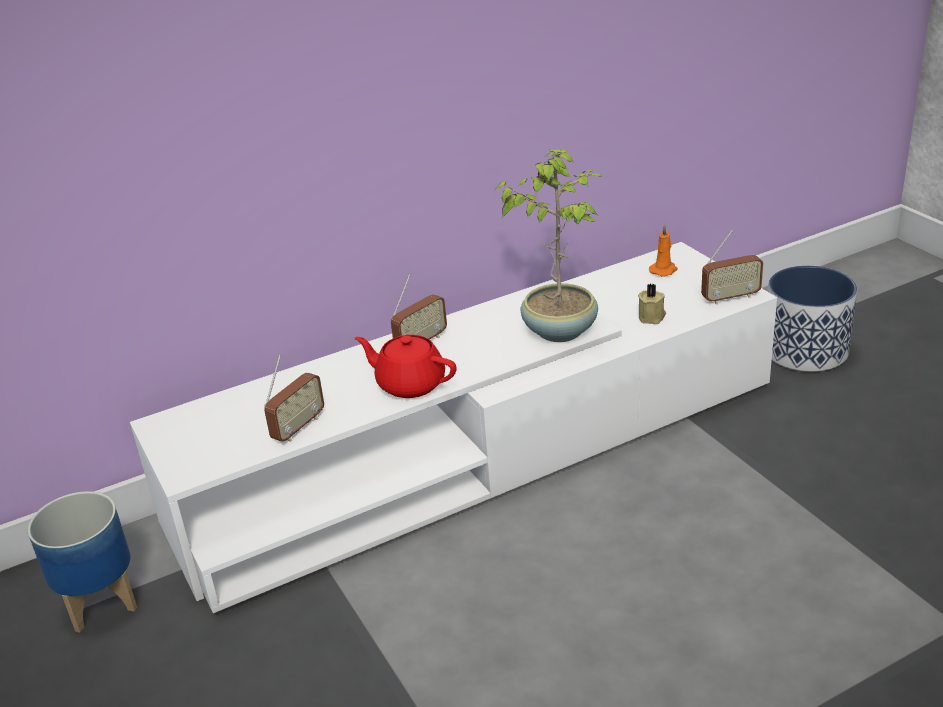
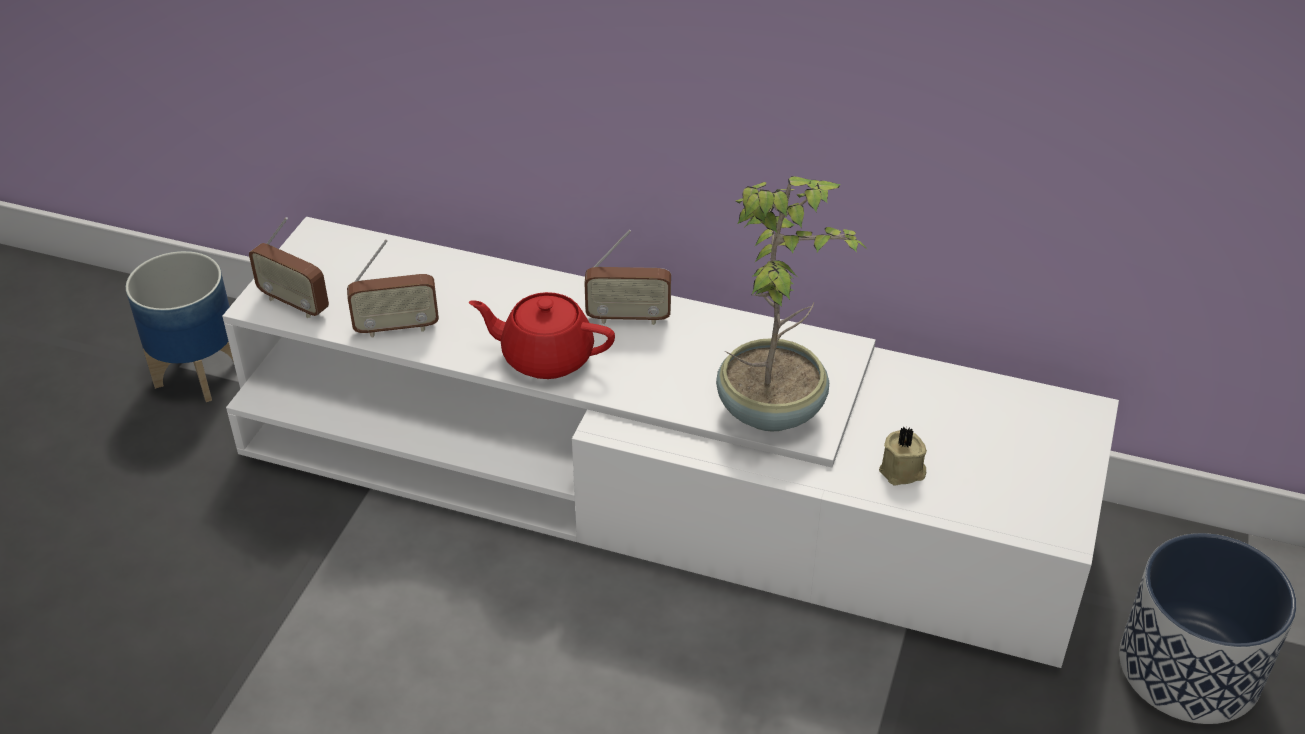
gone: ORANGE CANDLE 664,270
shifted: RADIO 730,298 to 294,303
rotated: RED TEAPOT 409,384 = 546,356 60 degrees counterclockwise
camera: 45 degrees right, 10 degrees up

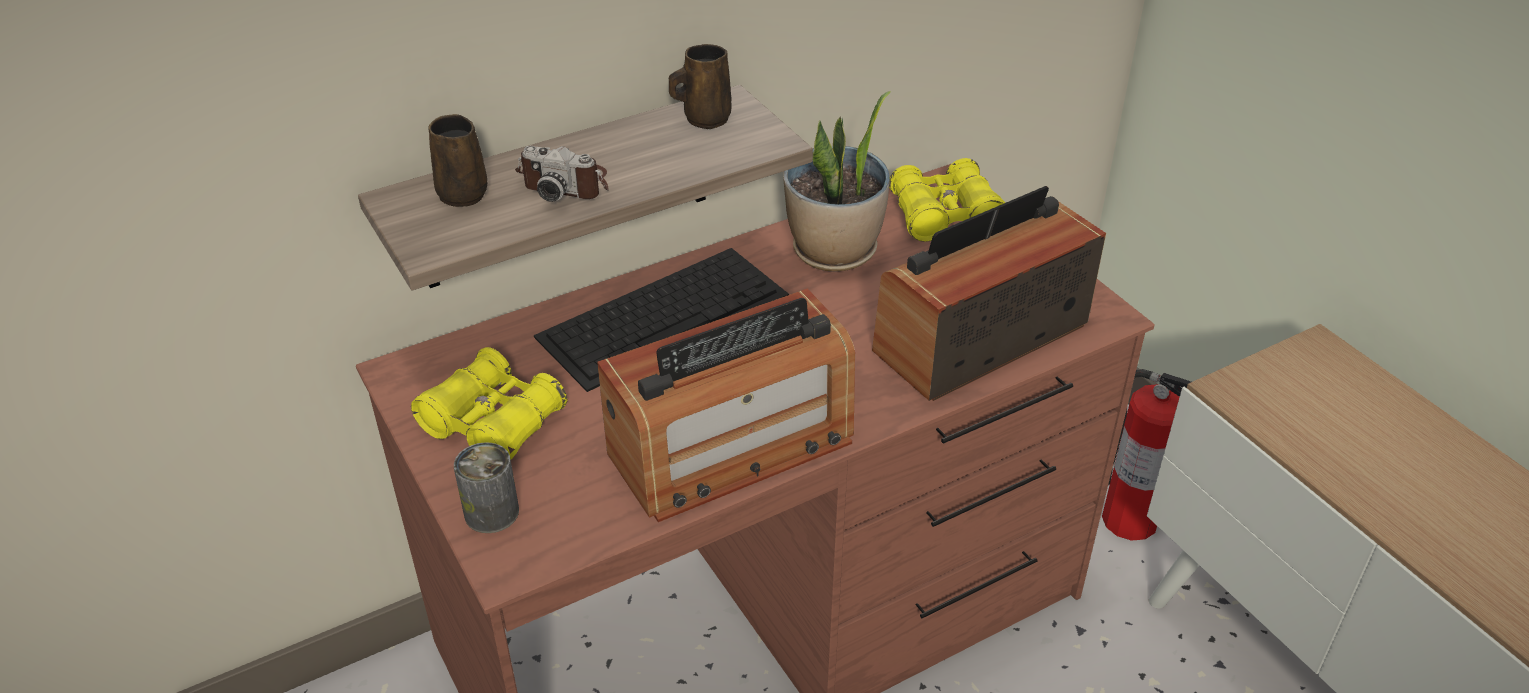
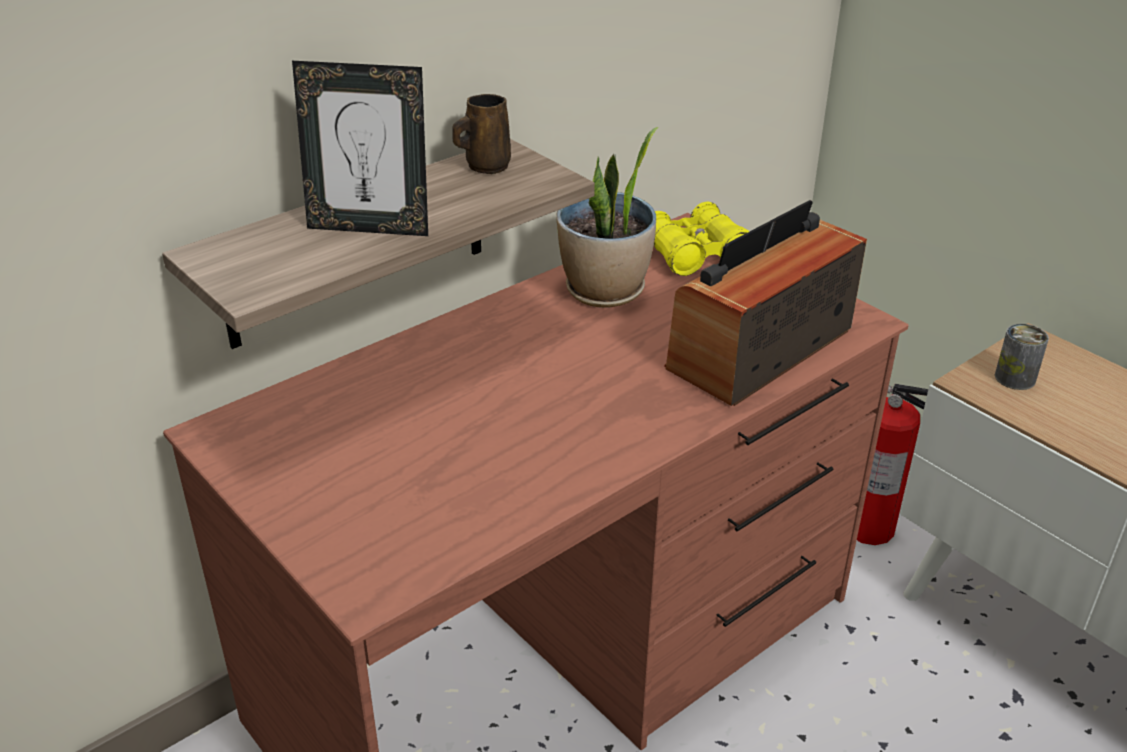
gone: YELLOW BINOCULARS 493,423; BROWN MUG 461,193; KEYBOARD 665,314; RADIO 731,447
shifted: CAN 491,512 to 1015,378
swapped: PHOTO CAMERA 566,183 to PICTURE FRAME 370,227
camera: 10 degrees left, 5 degrees down

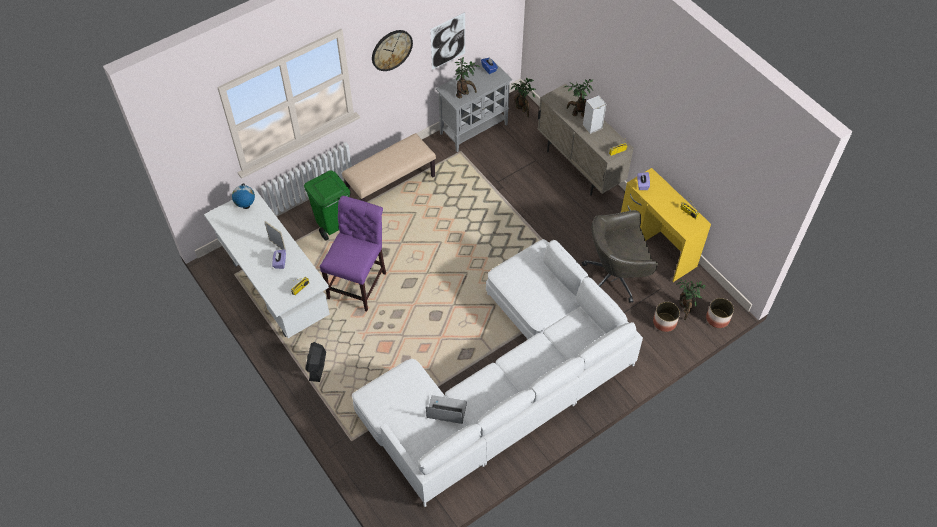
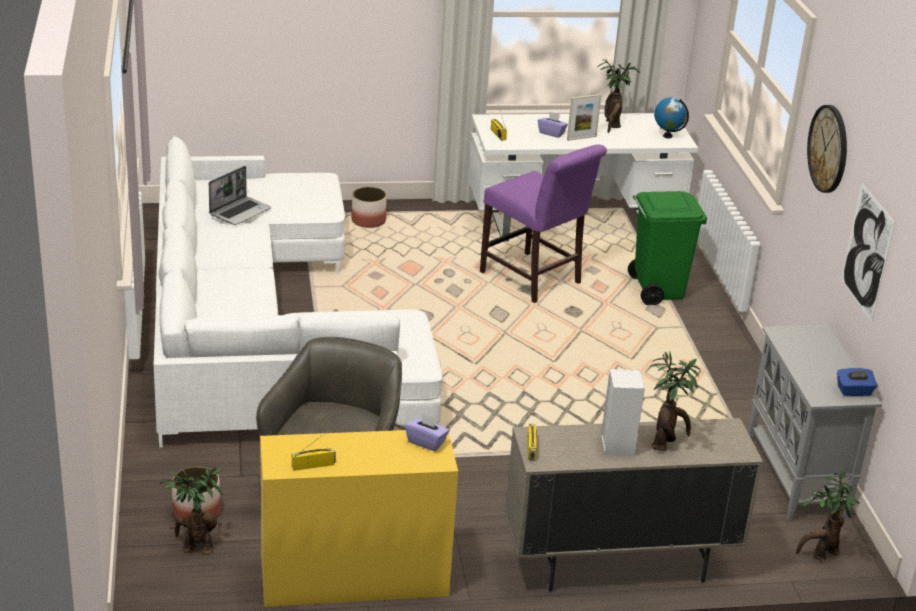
gone: BLACK FAN 317,367; BEIGE BENCH 391,185
shifted: POTTED PLANT 464,94 to 612,126; PLANTER 717,318 to 368,221
camera: 115 degrees right, 25 degrees down

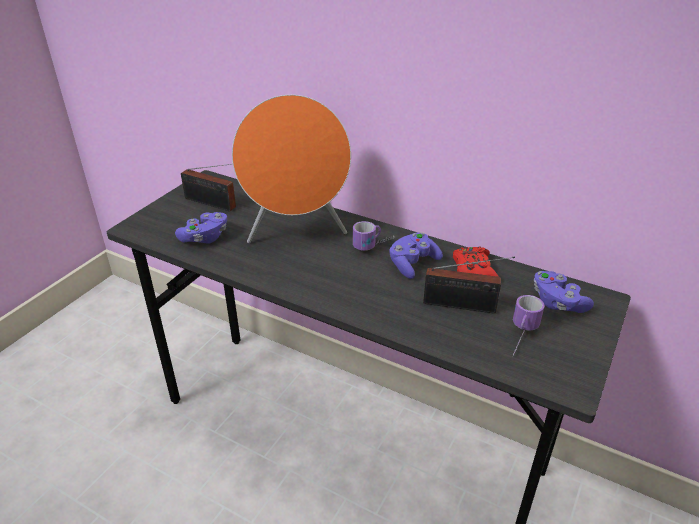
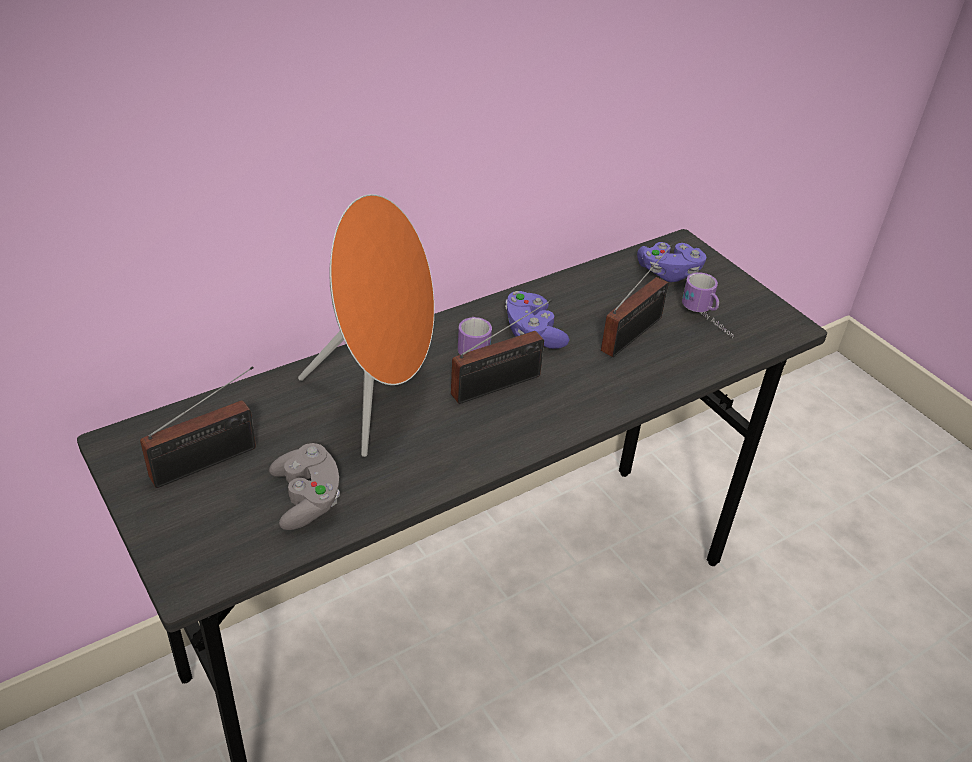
gone: RED GAME CONTROLLER 473,270
new: RADIO 501,384
repainted: PURPLE GAME CONTROLLER 205,237 to GREY GAME CONTROLLER 307,499
camera: 65 degrees left, 5 degrees up

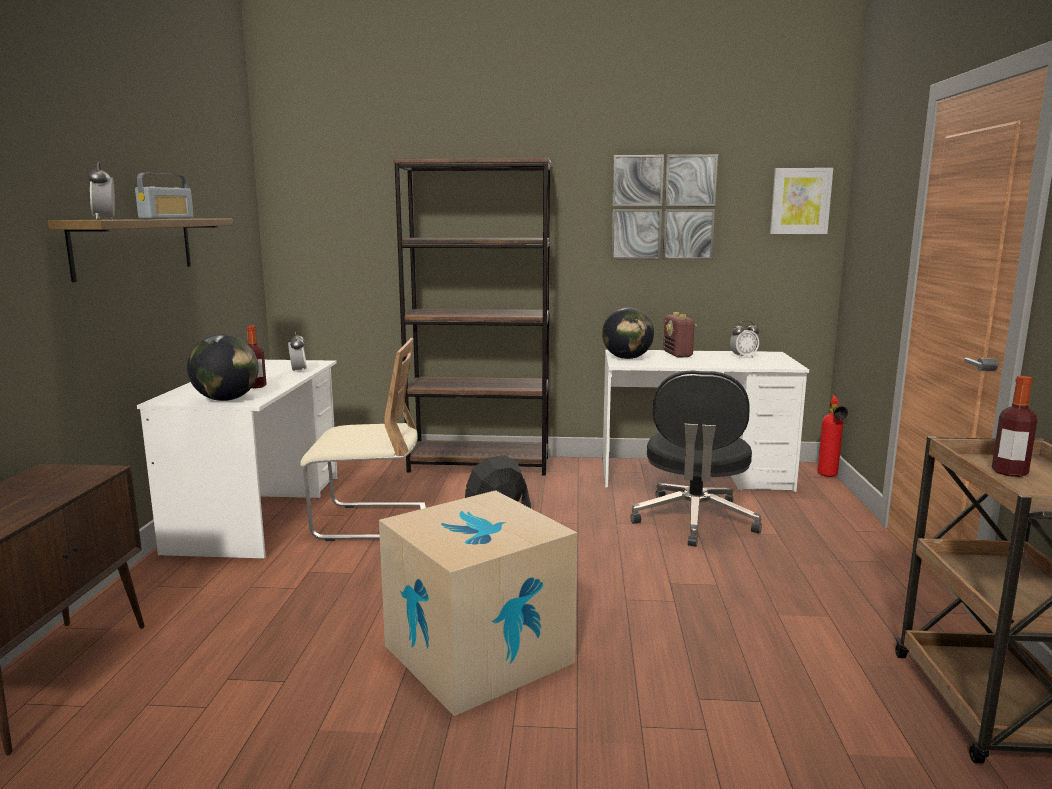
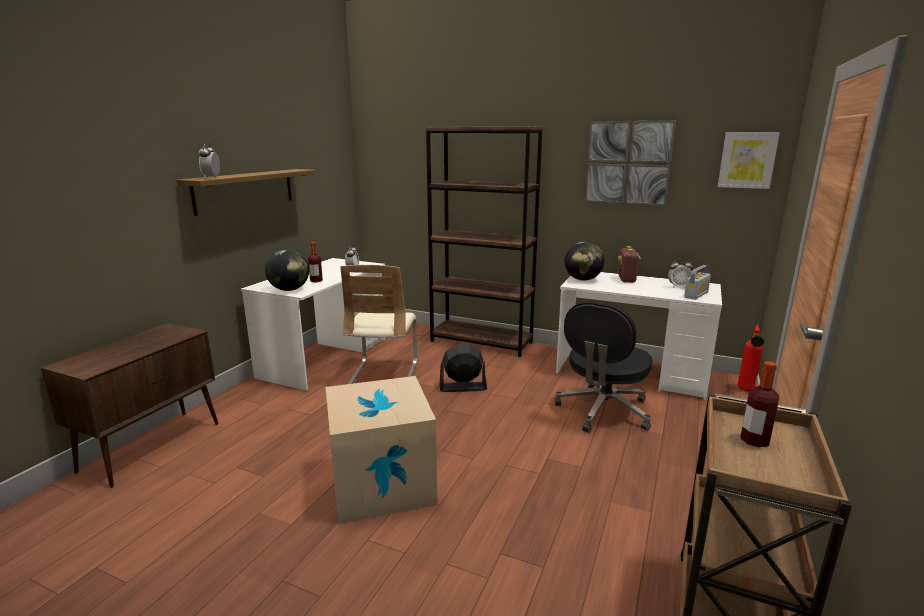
shifted: RADIO 166,218 to 696,295
rotated: BEIGE CHAIR 370,522 = 383,376 75 degrees clockwise
camera: 20 degrees right, 5 degrees up

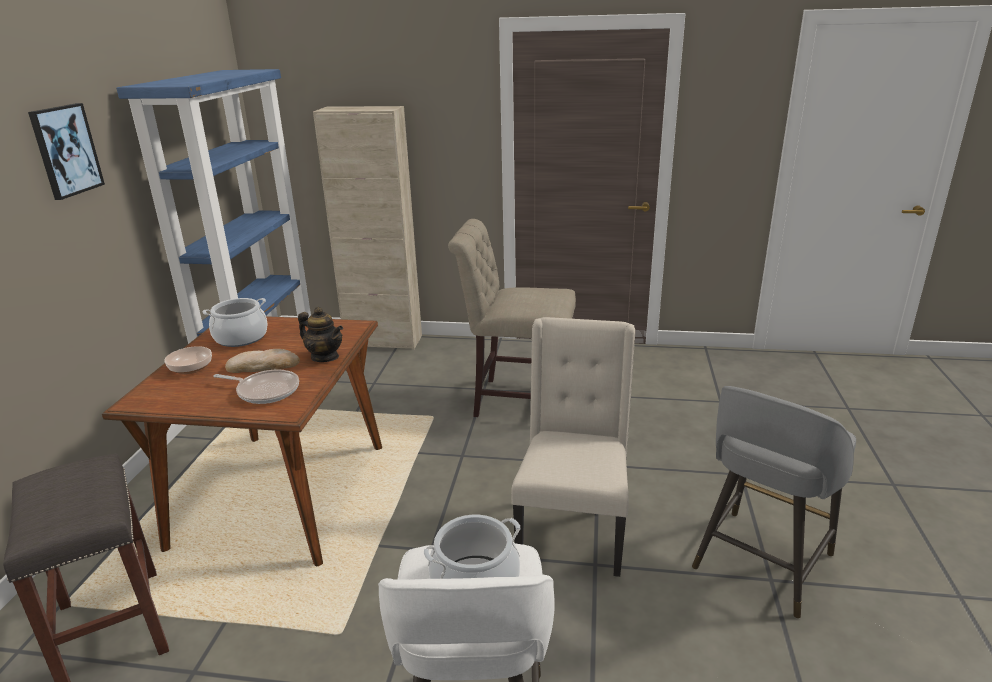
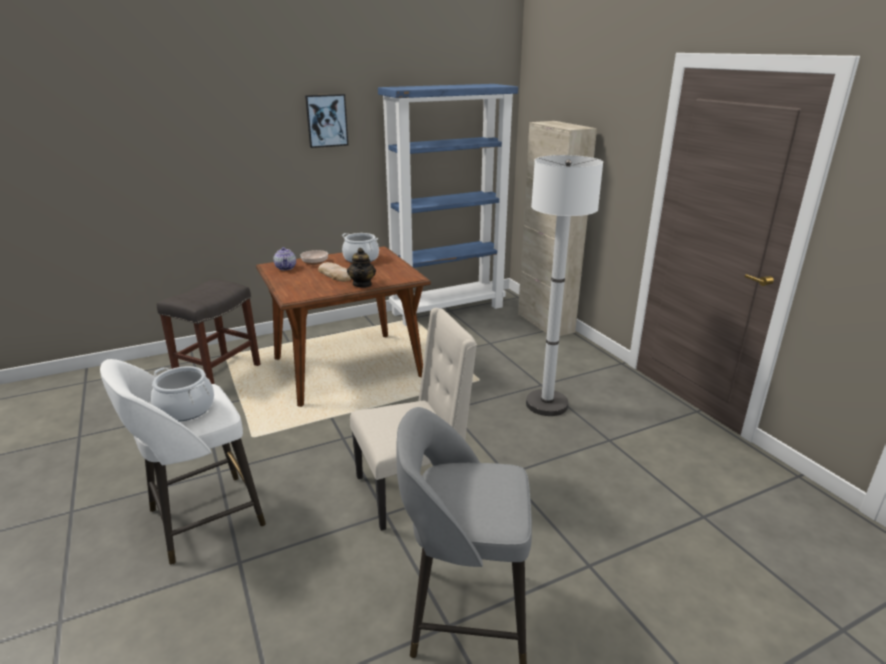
gone: FRYING PAN 265,391
new: TEAPOT 286,268
swapped: BEIGE CHAIR 517,400 to WHITE FLOOR LAMP 546,404
camera: 55 degrees right, 0 degrees up

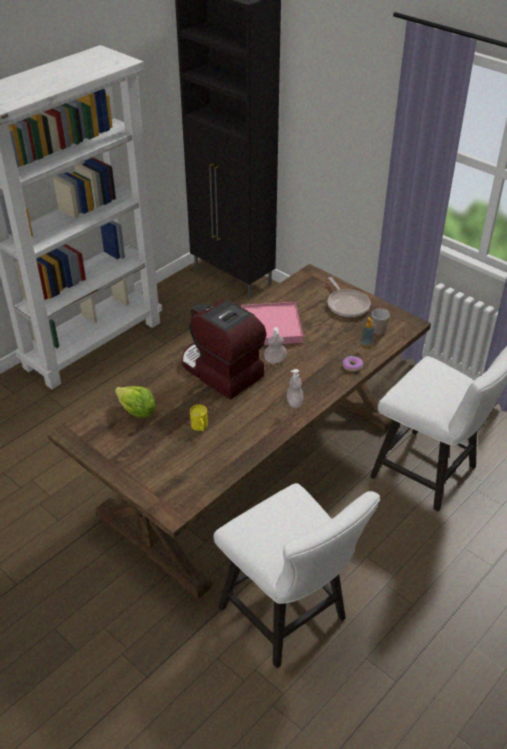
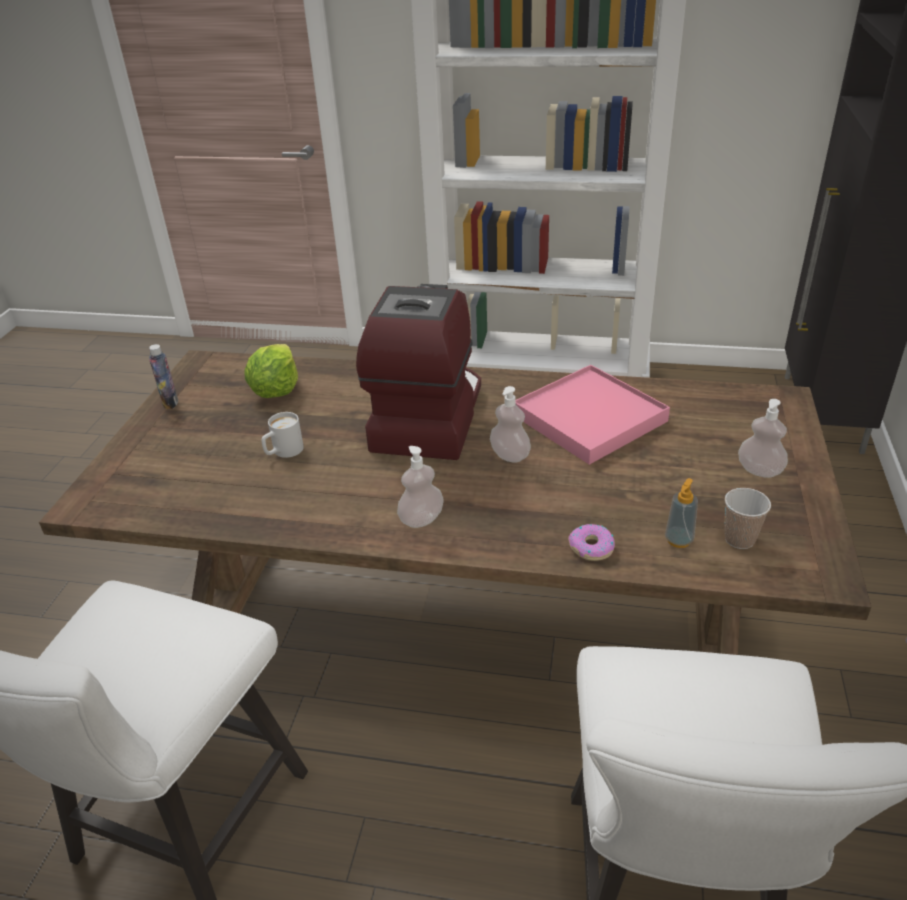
new: BOTTLE 170,403
swapped: FRYING PAN 347,305 to SOAP DISPENSER 759,470
repainted: YELLOW MUG 200,427 to WHITE MUG 283,452
camera: 60 degrees right, 5 degrees down

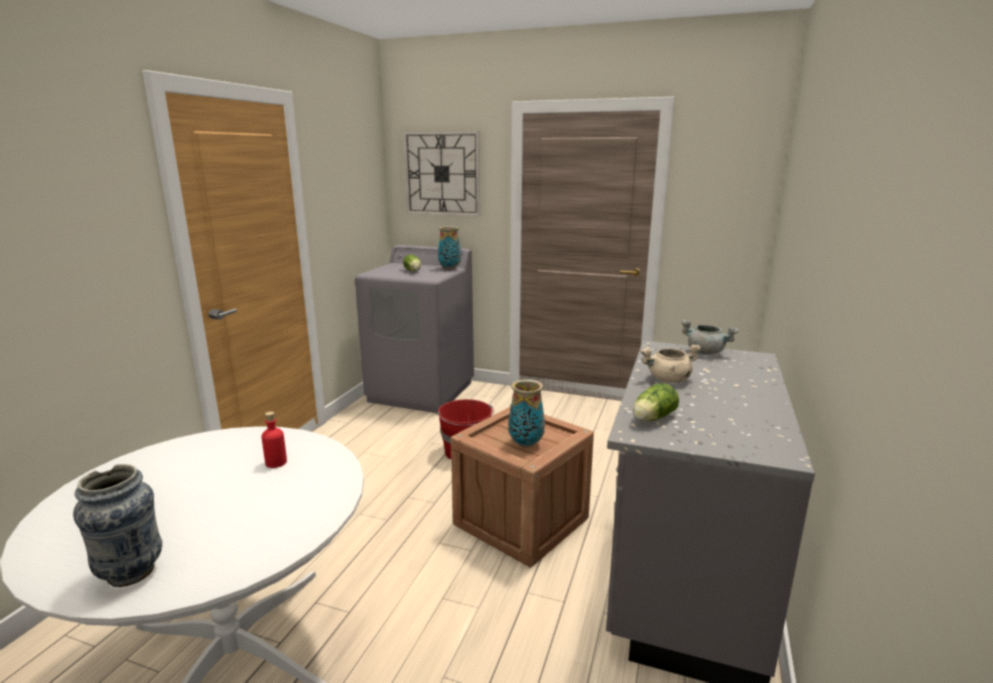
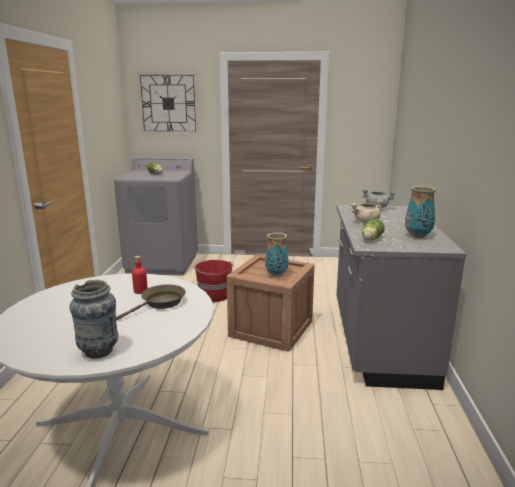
new: BROWN FRYING PAN 160,303
shifted: VASE 450,268 to 418,236
camera: 15 degrees left, 0 degrees up

